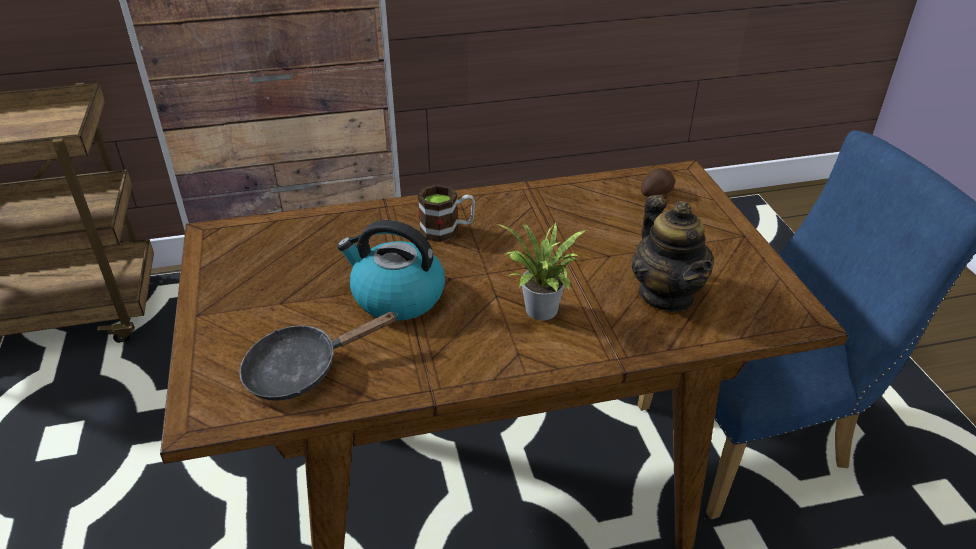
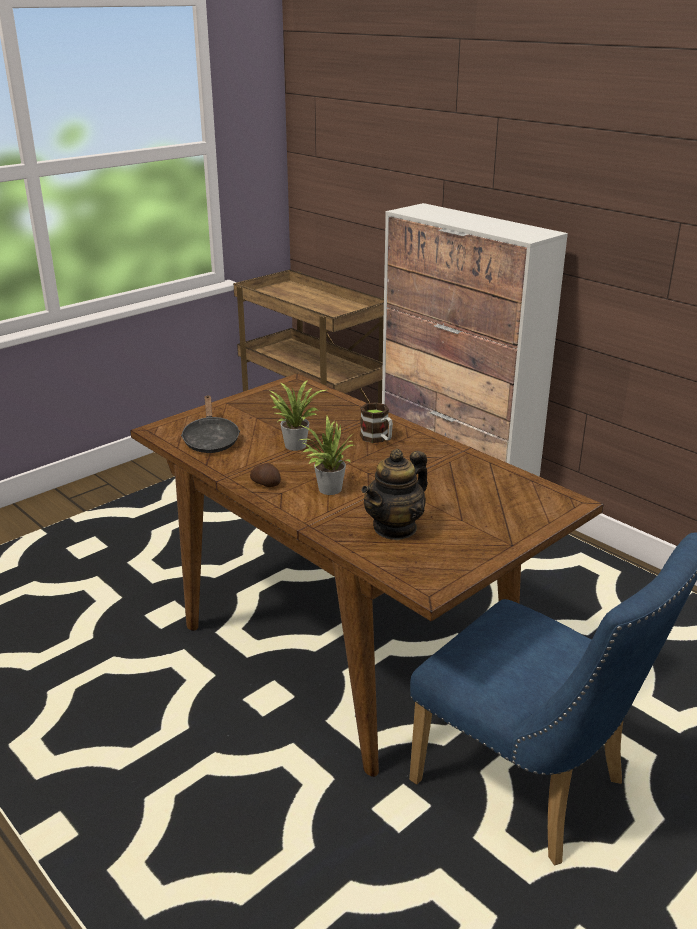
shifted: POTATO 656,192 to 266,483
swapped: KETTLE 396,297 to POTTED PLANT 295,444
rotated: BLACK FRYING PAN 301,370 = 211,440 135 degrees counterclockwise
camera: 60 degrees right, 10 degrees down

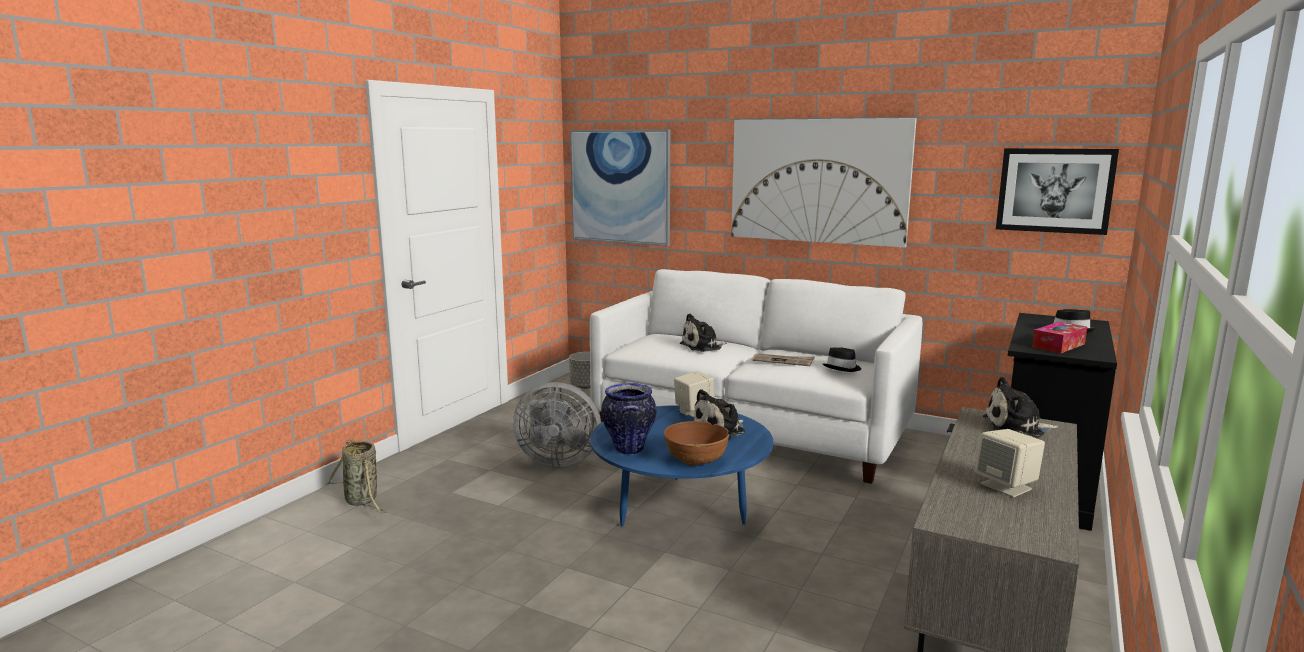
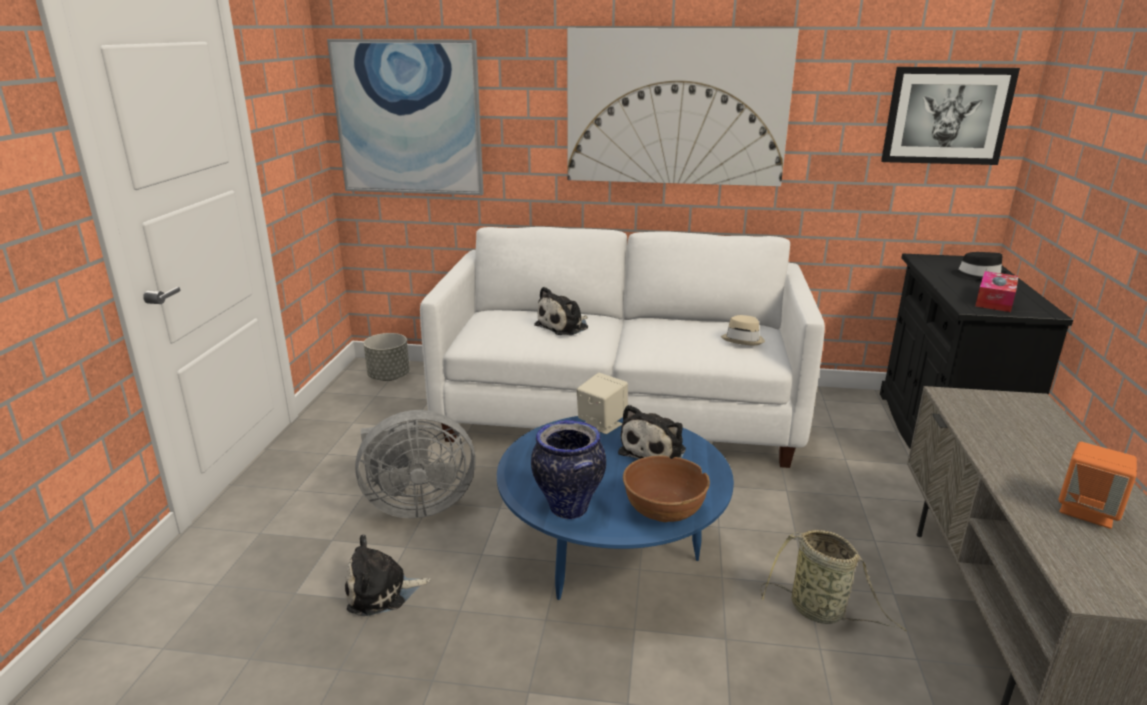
gone: NEWSPAPER 783,361
shifted: BASKET 362,501 to 821,611; PLUSH TOY 1017,427 to 382,592
repainted: BLACK HAT 842,368 to BEIGE HAT 743,339; BEIGE SPEAKER 1006,486 to ORANGE SPEAKER 1087,511
camera: 20 degrees left, 10 degrees up

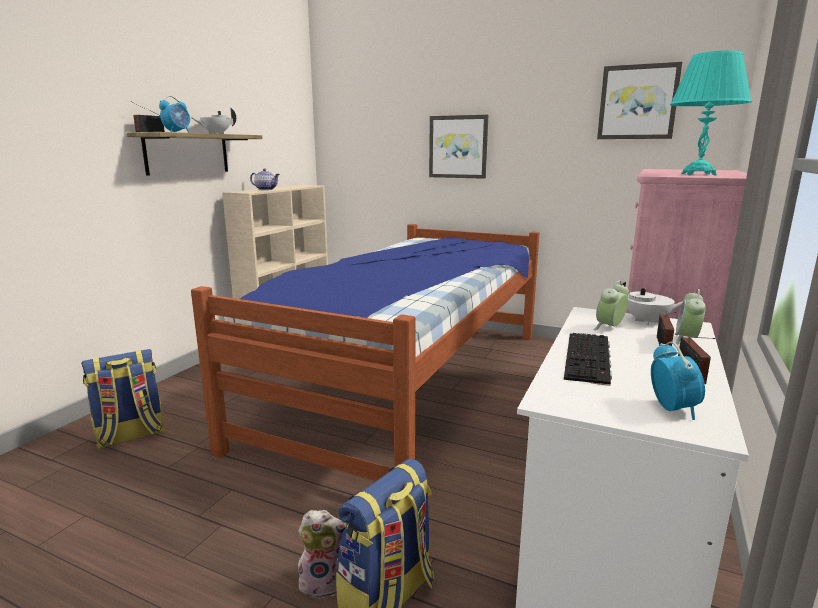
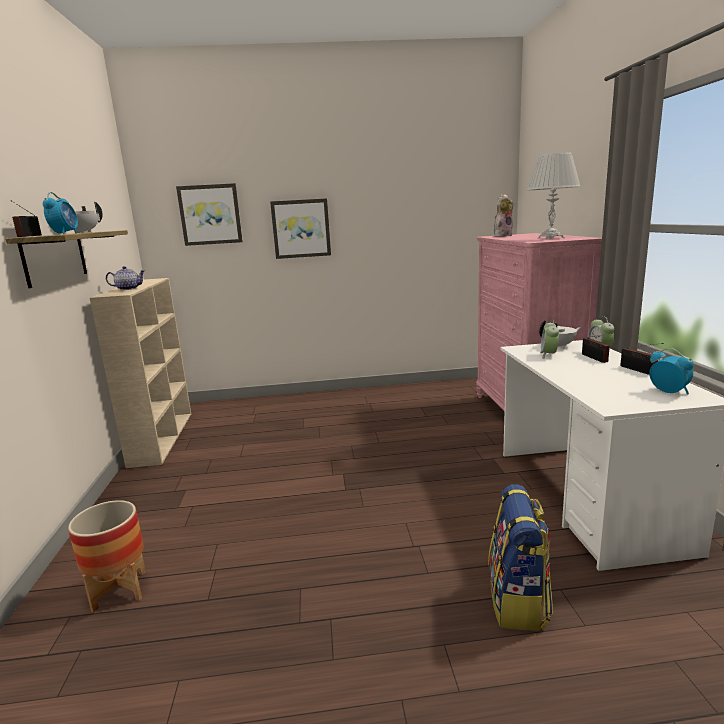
gone: BED 407,382; KEYBOARD 589,358
shifted: PLUSH TOY 323,582 to 502,236; PICTURE 637,102 to 210,214
swapped: BACKPACK 130,436 to PLANTER 119,591
repainted: TURQUOISE TABLE LAMP 698,174 to WHITE TABLE LAMP 550,238
camera: 30 degrees left, 0 degrees up

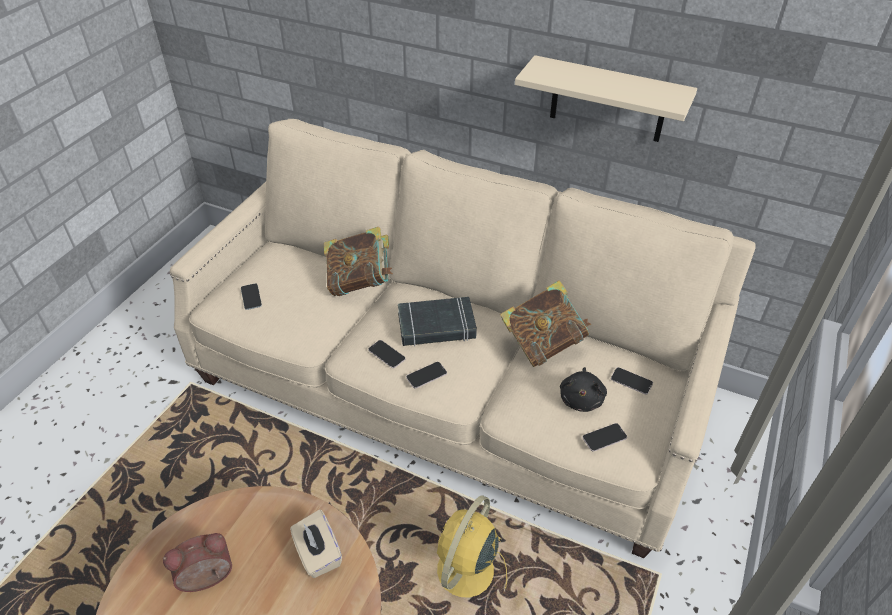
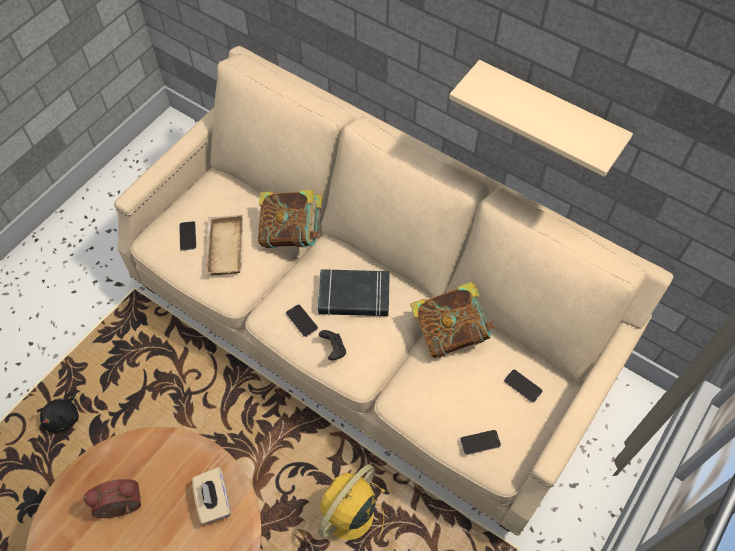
new: BEIGE TRAY 223,248
shifted: BLACK PLUSH TOY 581,398 to 64,417
swapped: PHONE 426,375 to BLACK GAME CONTROLLER 333,349
camera: 10 degrees right, 15 degrees up

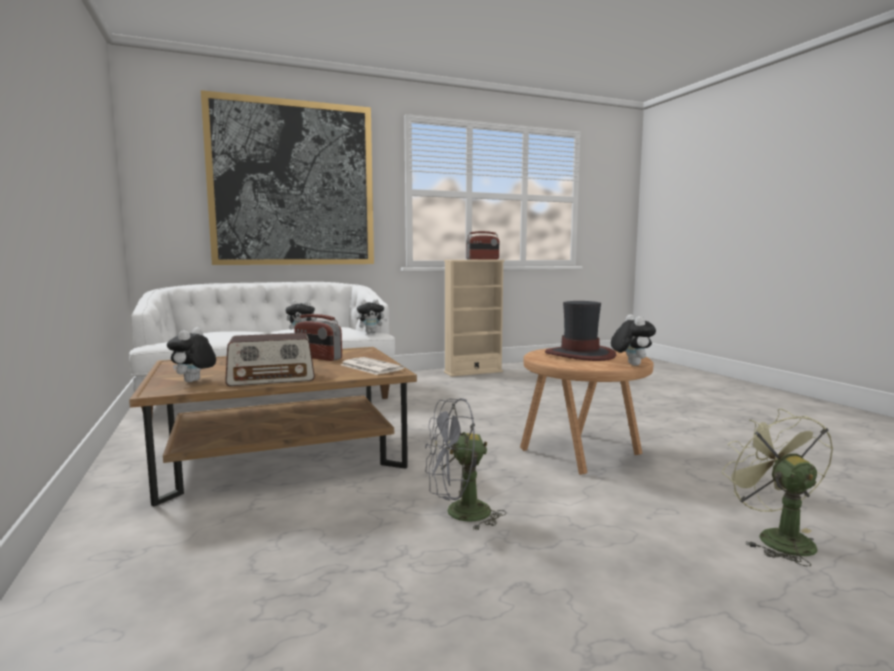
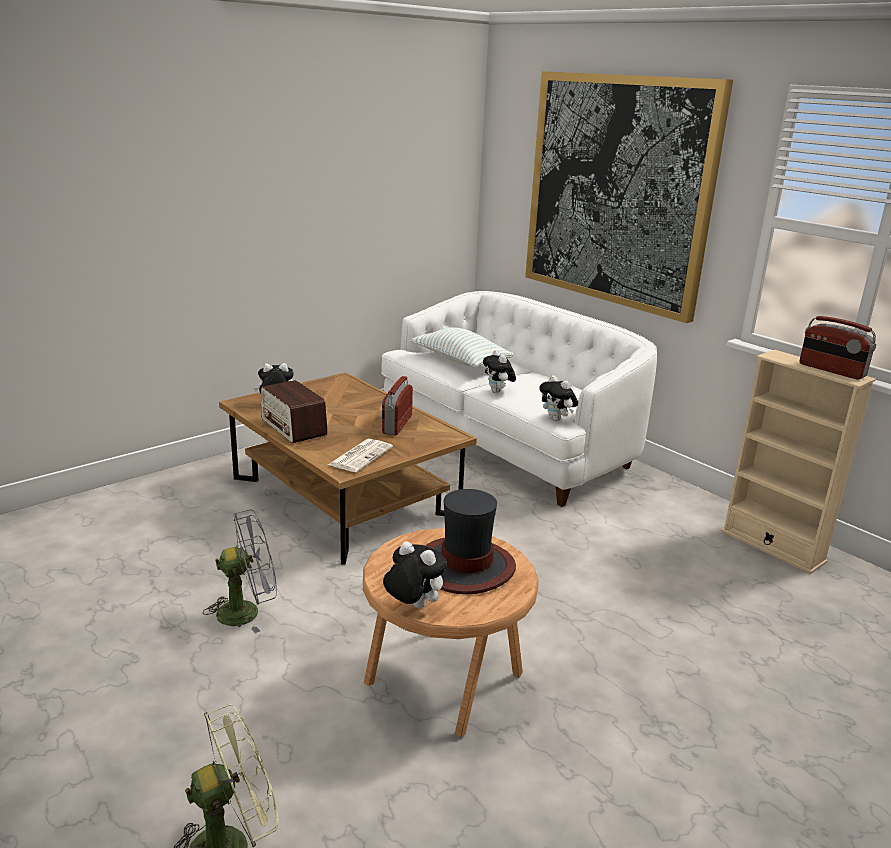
new: PILLOW 460,361
rotated: GREY FAN 459,514 = 247,611 105 degrees clockwise; PLUSH TOY 630,364 = 413,606 120 degrees counterclockwise
camera: 70 degrees right, 15 degrees up

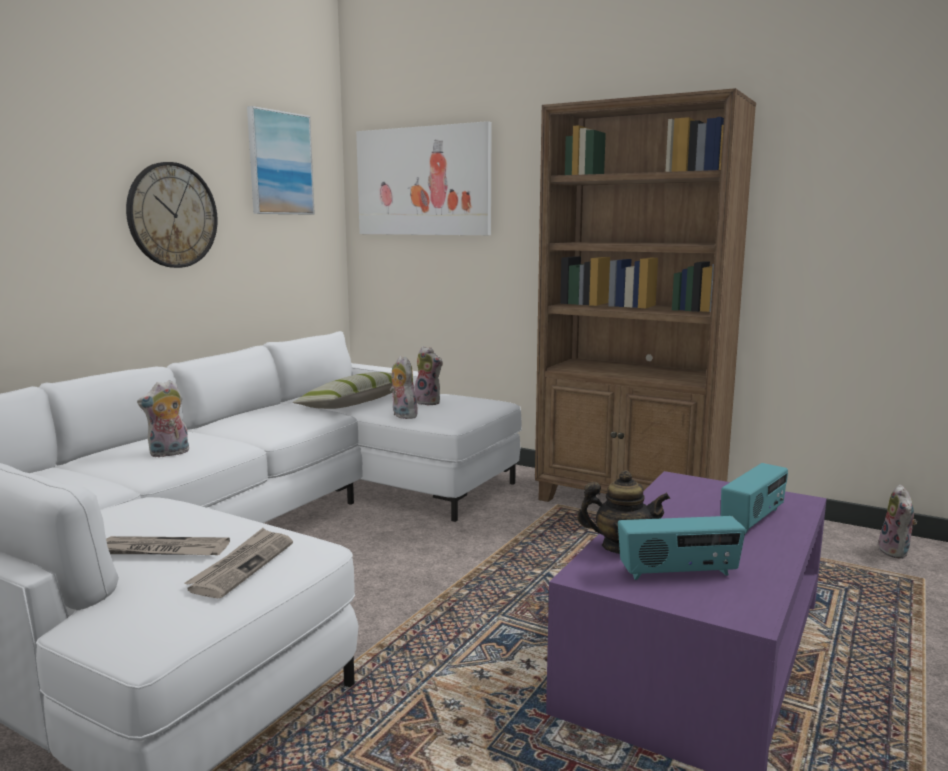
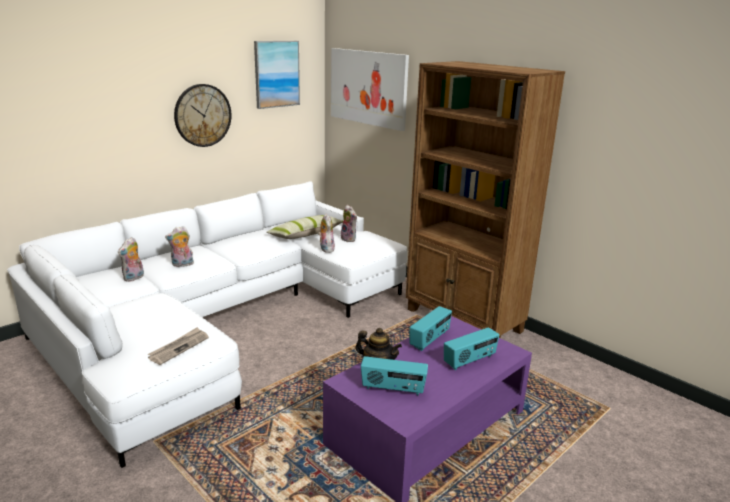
gone: NEWSPAPER 161,551
new: RADIO 430,340
shifted: PLUSH TOY 896,552 to 134,278
camera: 15 degrees right, 10 degrees up

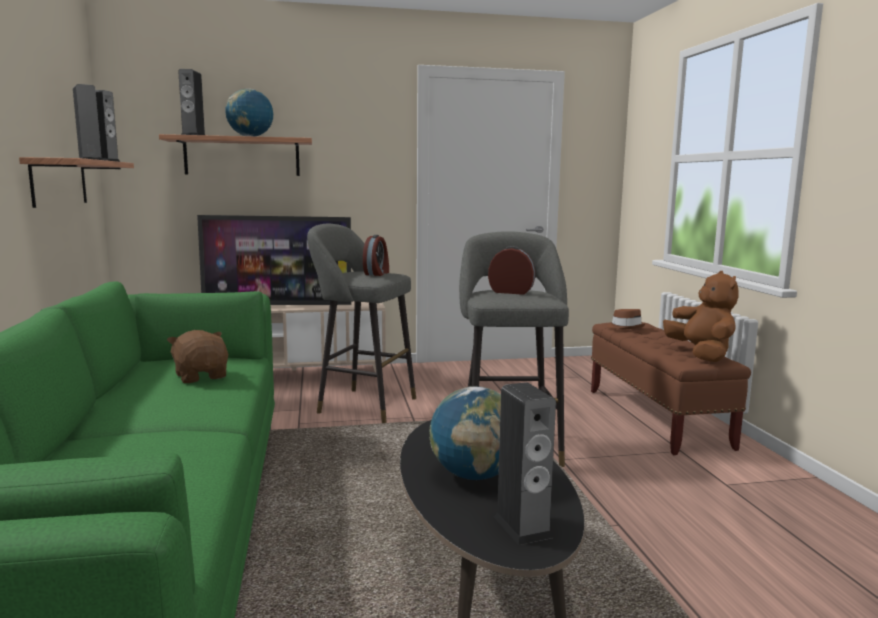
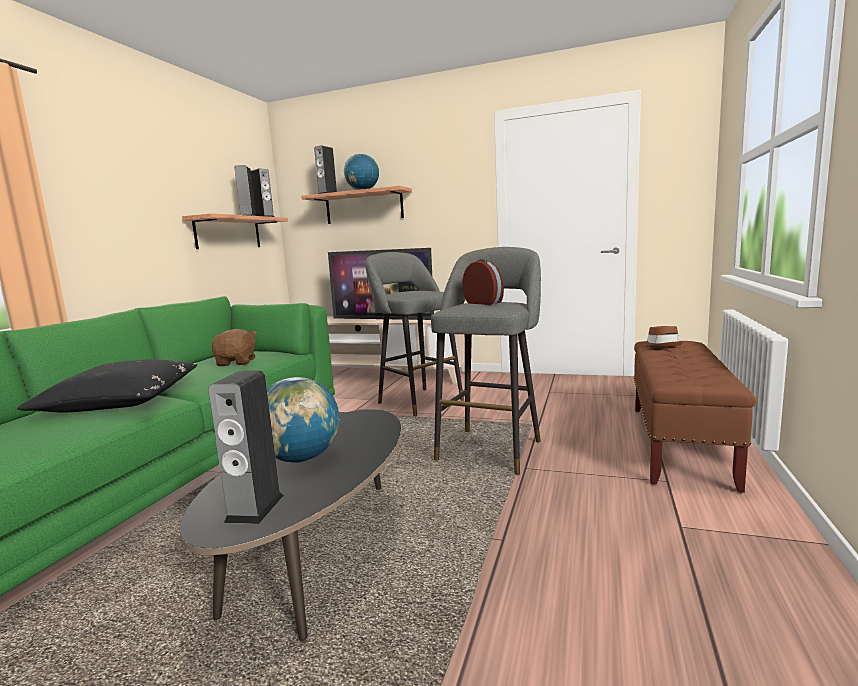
gone: ALARM CLOCK 377,273; BROWN PLUSH TOY 701,355
new: BLACK PILLOW 122,401
camera: 30 degrees right, 0 degrees up

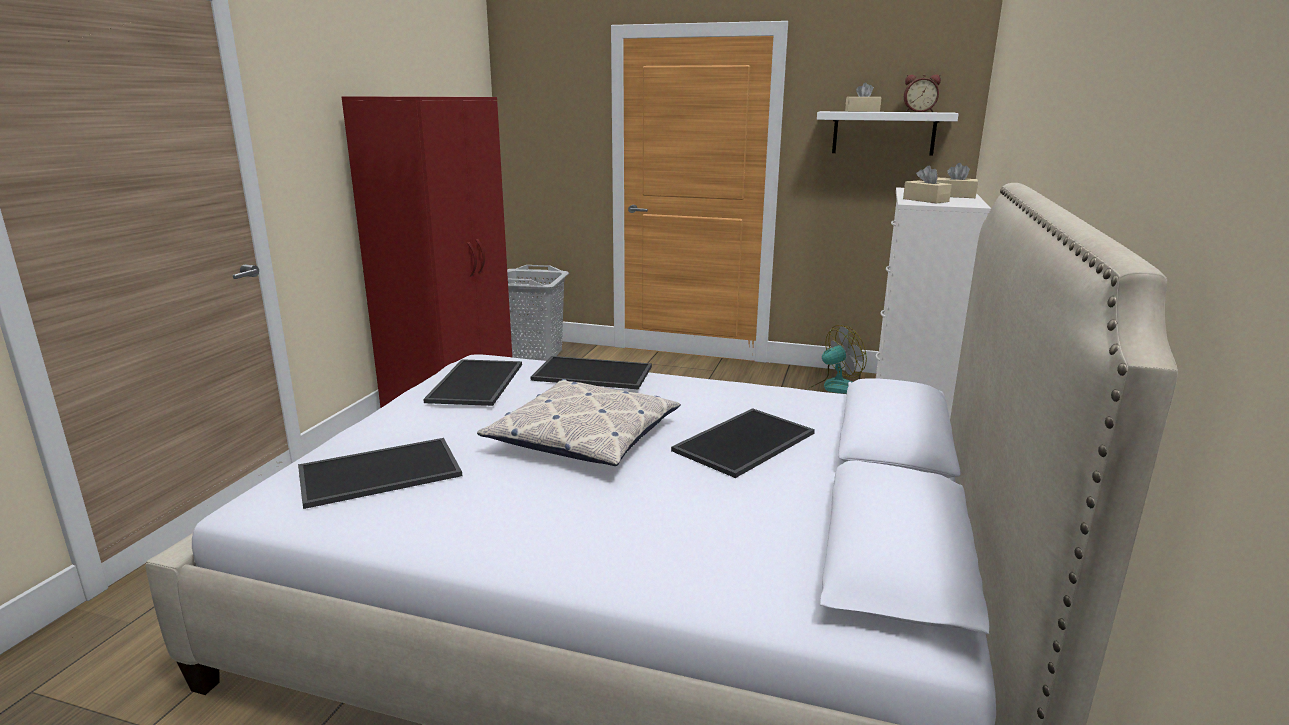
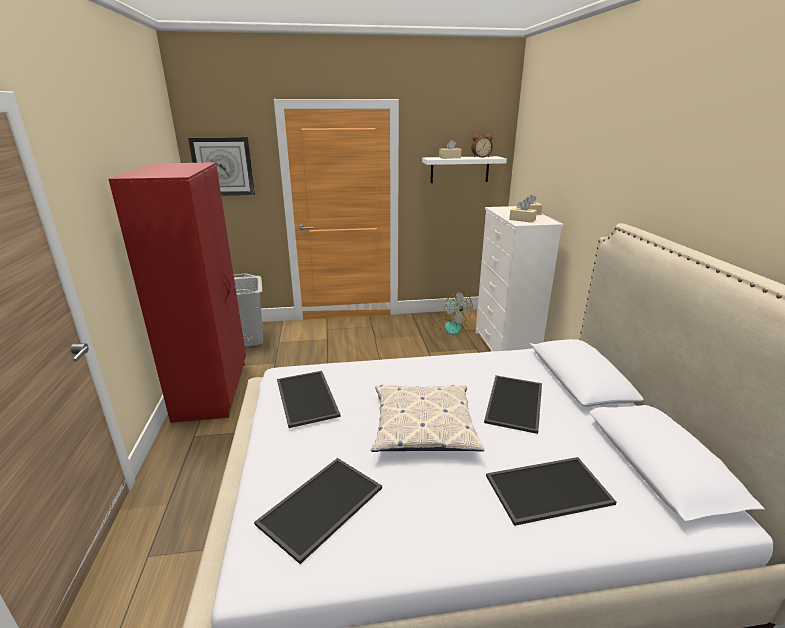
new: WALL CLOCK 223,166
shifted: TRAY 591,374 to 548,491
rotated: FAN 834,390 = 449,326 105 degrees clockwise
camera: 25 degrees left, 5 degrees up

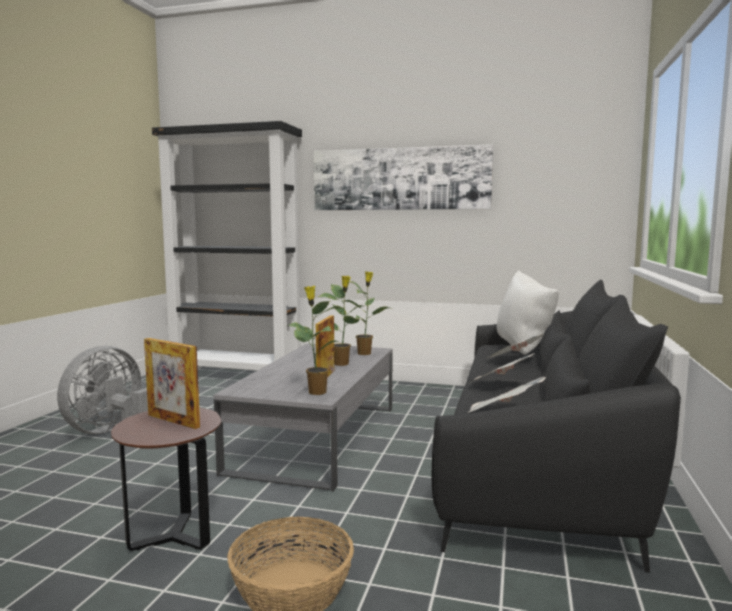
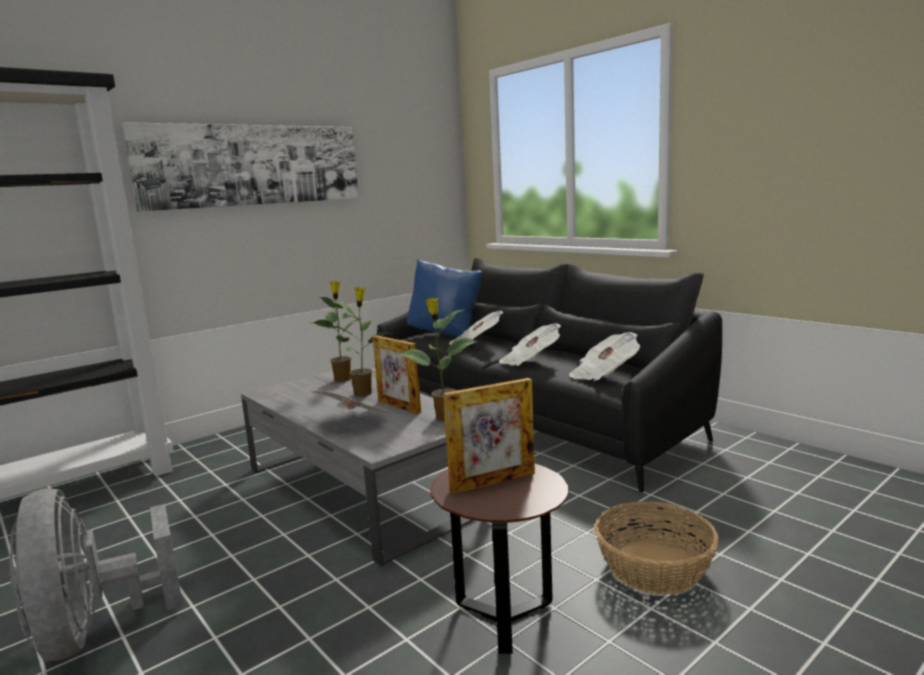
new: NEWSPAPER 355,422
repainted: WHITE PILLOW 524,348 to BLUE PILLOW 446,333
camera: 55 degrees left, 5 degrees up

